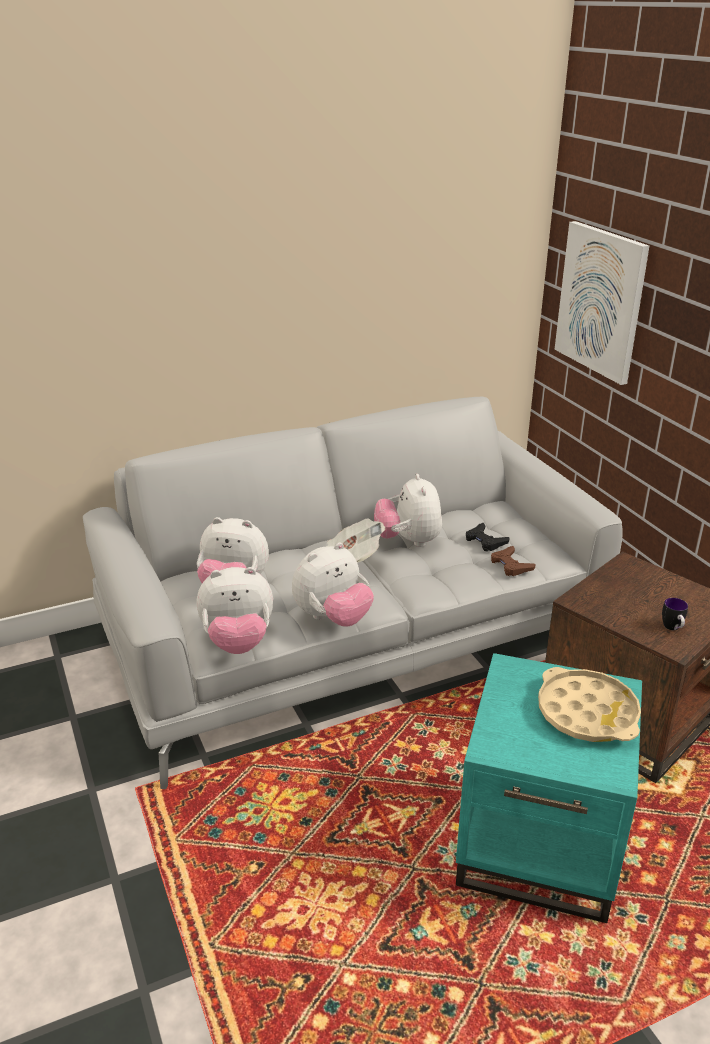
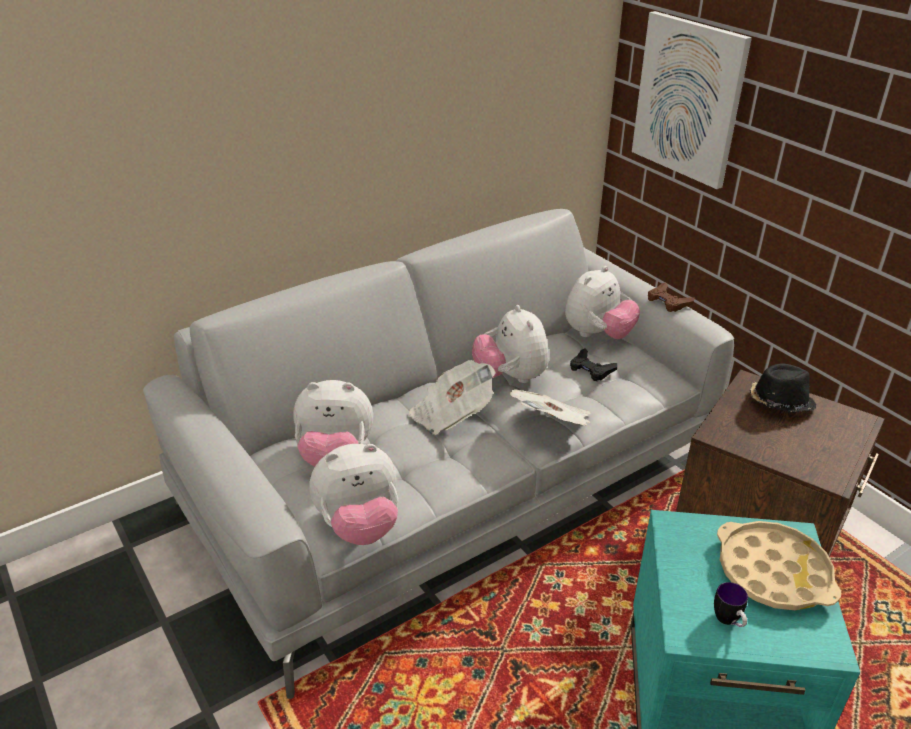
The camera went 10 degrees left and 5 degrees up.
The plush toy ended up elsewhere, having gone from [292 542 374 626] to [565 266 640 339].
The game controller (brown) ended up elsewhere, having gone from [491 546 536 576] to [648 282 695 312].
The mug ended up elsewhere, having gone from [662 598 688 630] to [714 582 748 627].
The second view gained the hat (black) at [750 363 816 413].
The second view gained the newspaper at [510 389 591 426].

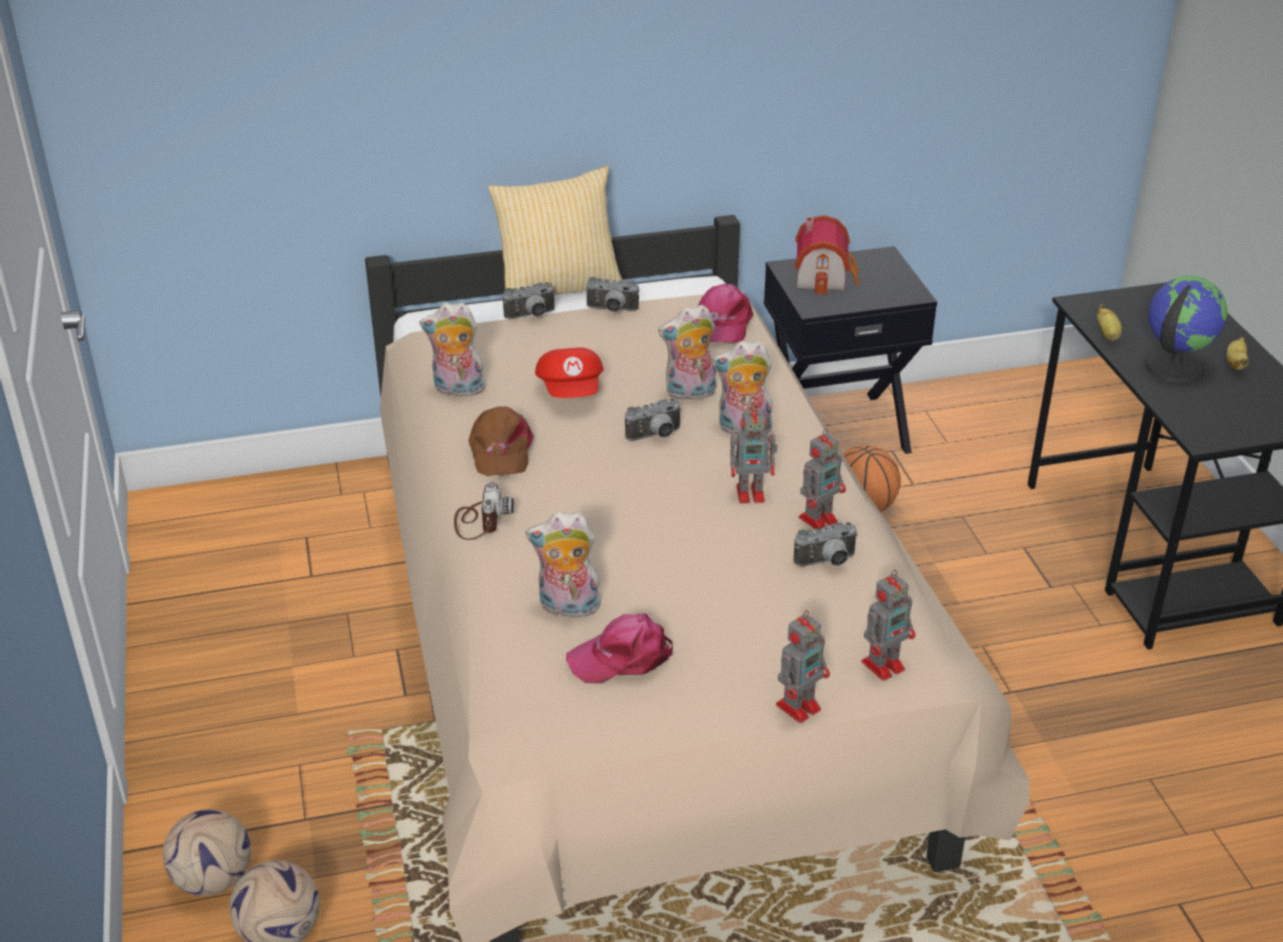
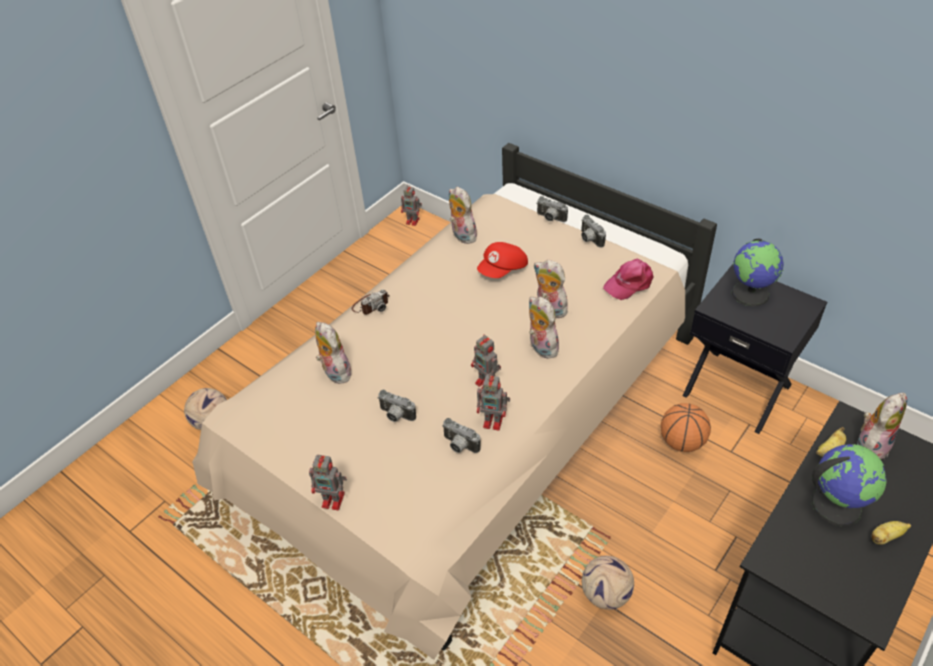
The camera went 55 degrees right and 10 degrees up.
The second view lost the pillow at [488 166 622 295].
Where the toy house stood at [795 215 859 295], the globe came to stand at [732 238 784 306].
The photo camera ended up elsewhere, having gone from [625 398 682 441] to [378 390 416 422].
The second view lost the cap (brown) at [469 406 534 476].
The toy robot ended up elsewhere, having gone from [861 570 915 681] to [401 184 422 226].
The second view lost the cap (pink) at [566 613 673 684].
The football ended up elsewhere, having gone from [163 809 251 896] to [582 556 634 610].
The second view gained the plush toy at [855 393 907 459].

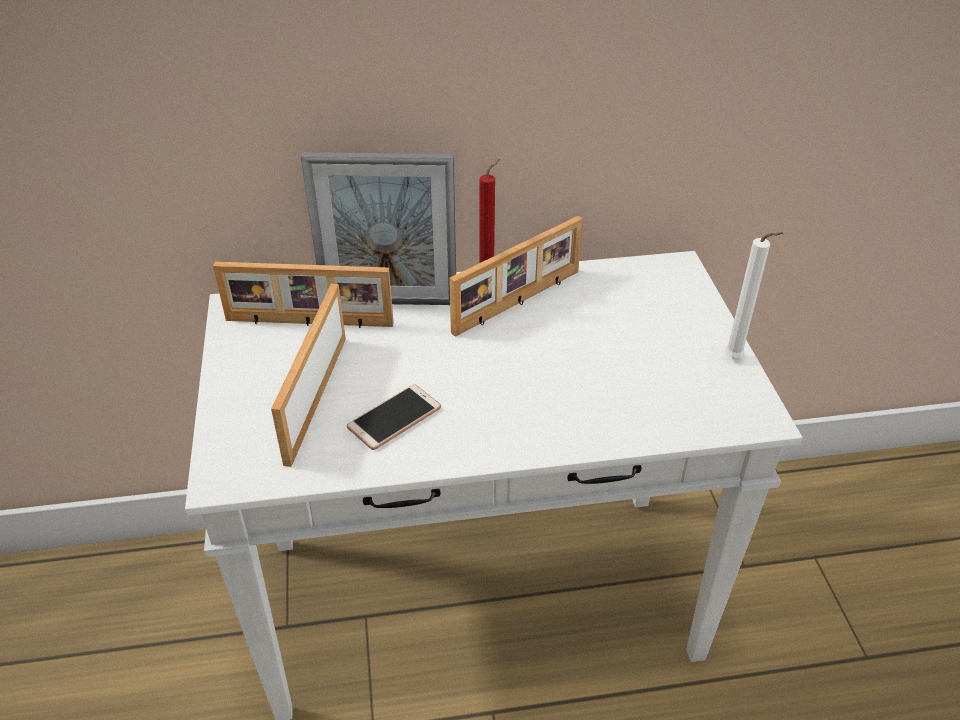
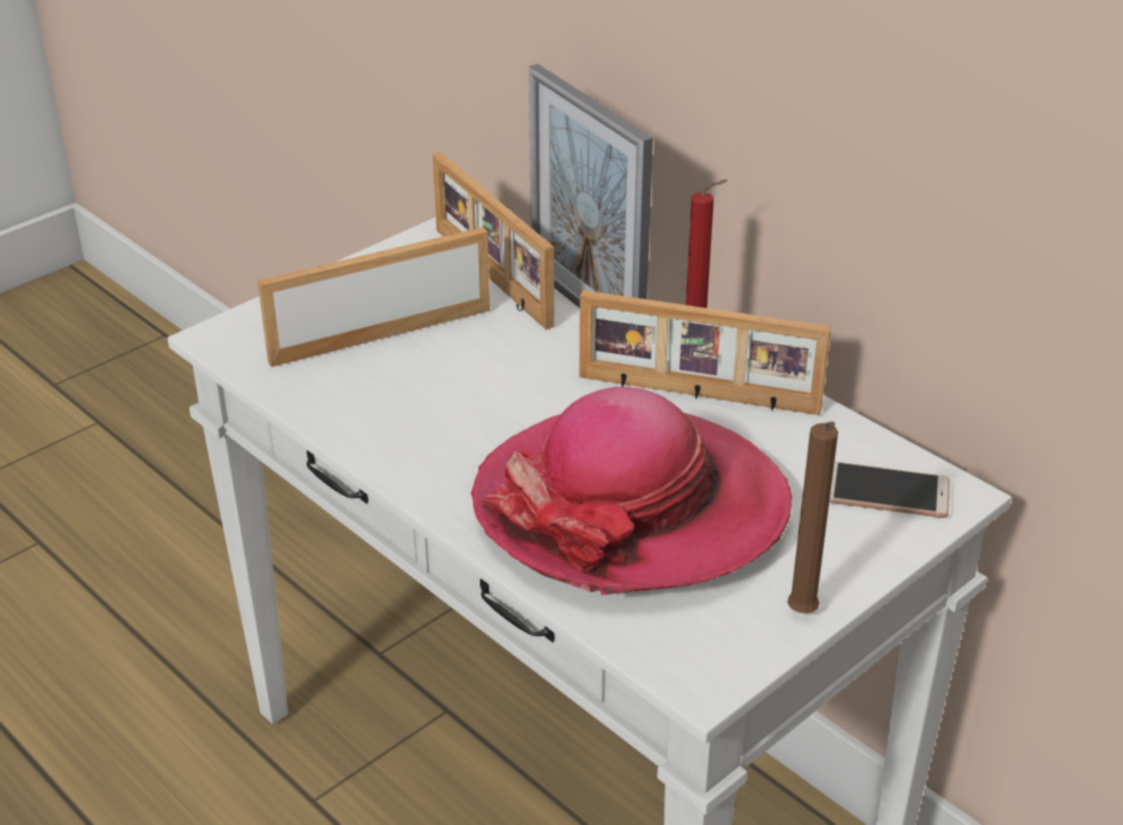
The camera went 55 degrees right and 5 degrees down.
What was the candle (white) at [725 232 783 358] turned into the candle (brown) at [787 422 838 614].
The phone ended up elsewhere, having gone from [347 384 441 450] to [829 461 950 518].
The second view gained the hat at [471 387 792 595].

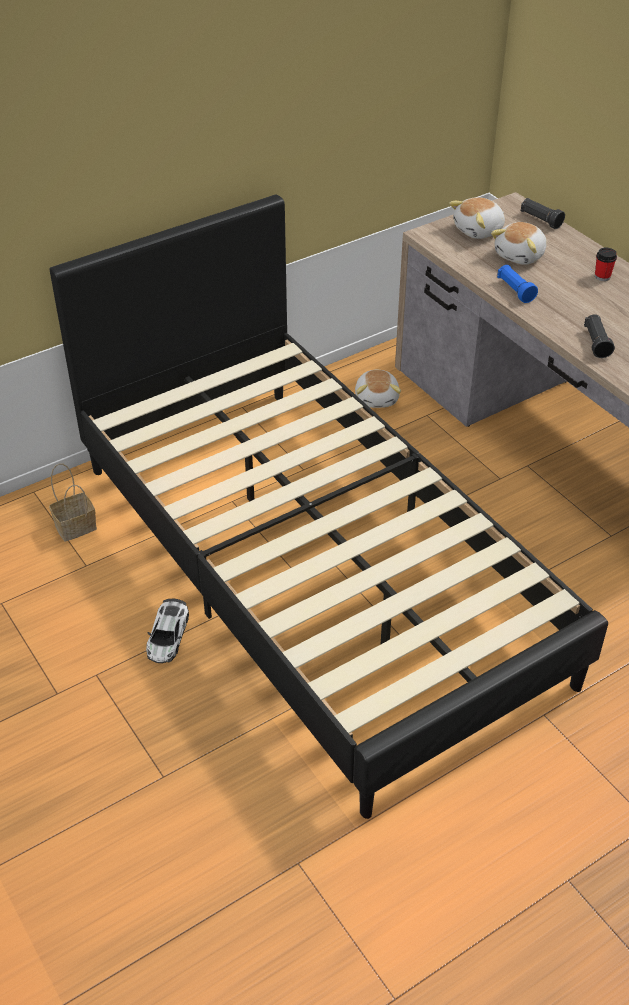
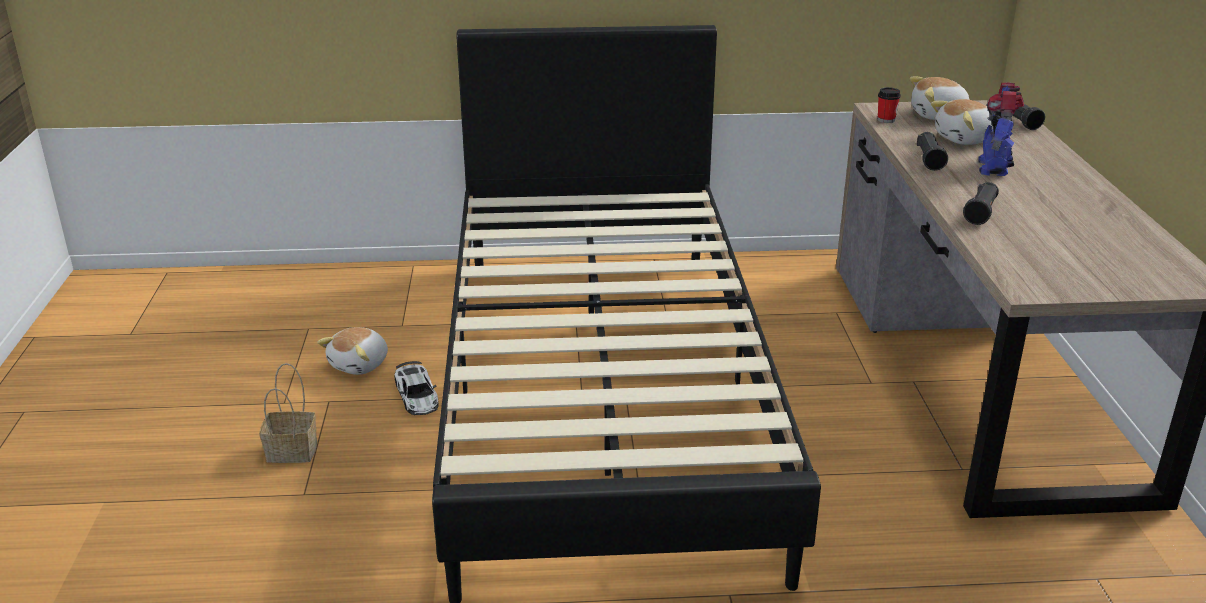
The camera went 30 degrees right and 15 degrees down.
The cup ended up elsewhere, having gone from [595 248 617 281] to [878 87 901 123].
What was the flashlight (blue) at [497 265 538 303] turned into the flashlight (black) at [917 132 948 171].
The plush toy ended up elsewhere, having gone from [355 370 401 408] to [317 327 388 375].
The basket ended up elsewhere, having gone from [49 463 97 541] to [259 363 317 463].
The toy car at [146 599 189 663] ended up facing another way, 60 degrees counterclockwise from before.
The second view gained the toy robot at [978 83 1024 176].

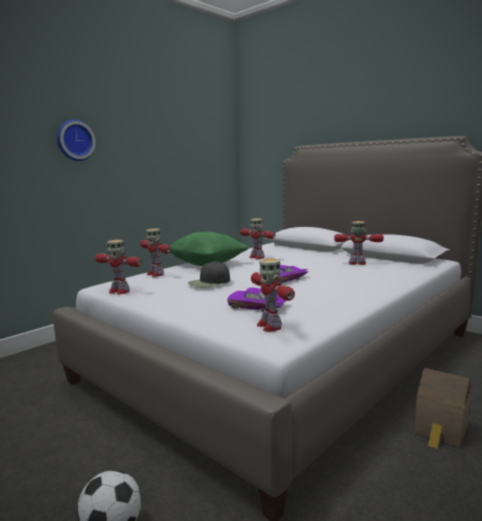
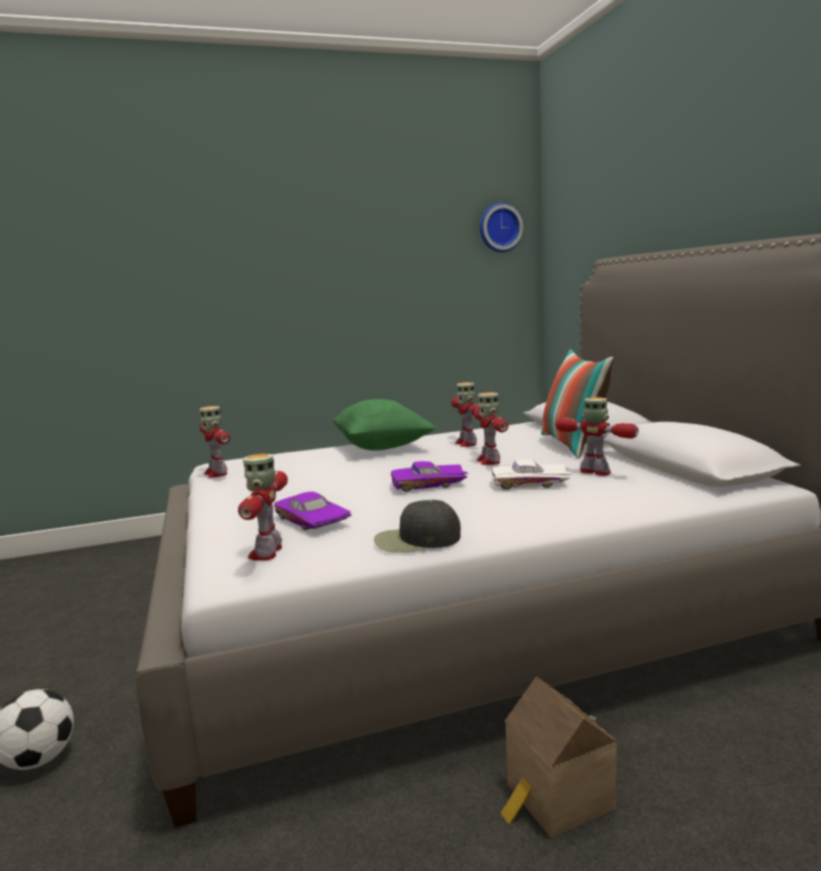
The camera went 30 degrees right and 0 degrees up.
The wall clock ended up elsewhere, having gone from [57 119 96 161] to [480 203 523 252].
The toy robot ended up elsewhere, having gone from [140 228 171 277] to [474 392 508 465].
The cap (black) ended up elsewhere, having gone from [188 261 230 287] to [374 500 461 553].
The second view gained the pillow at [541 349 614 458].
The second view gained the toy car (white) at [492 459 571 490].

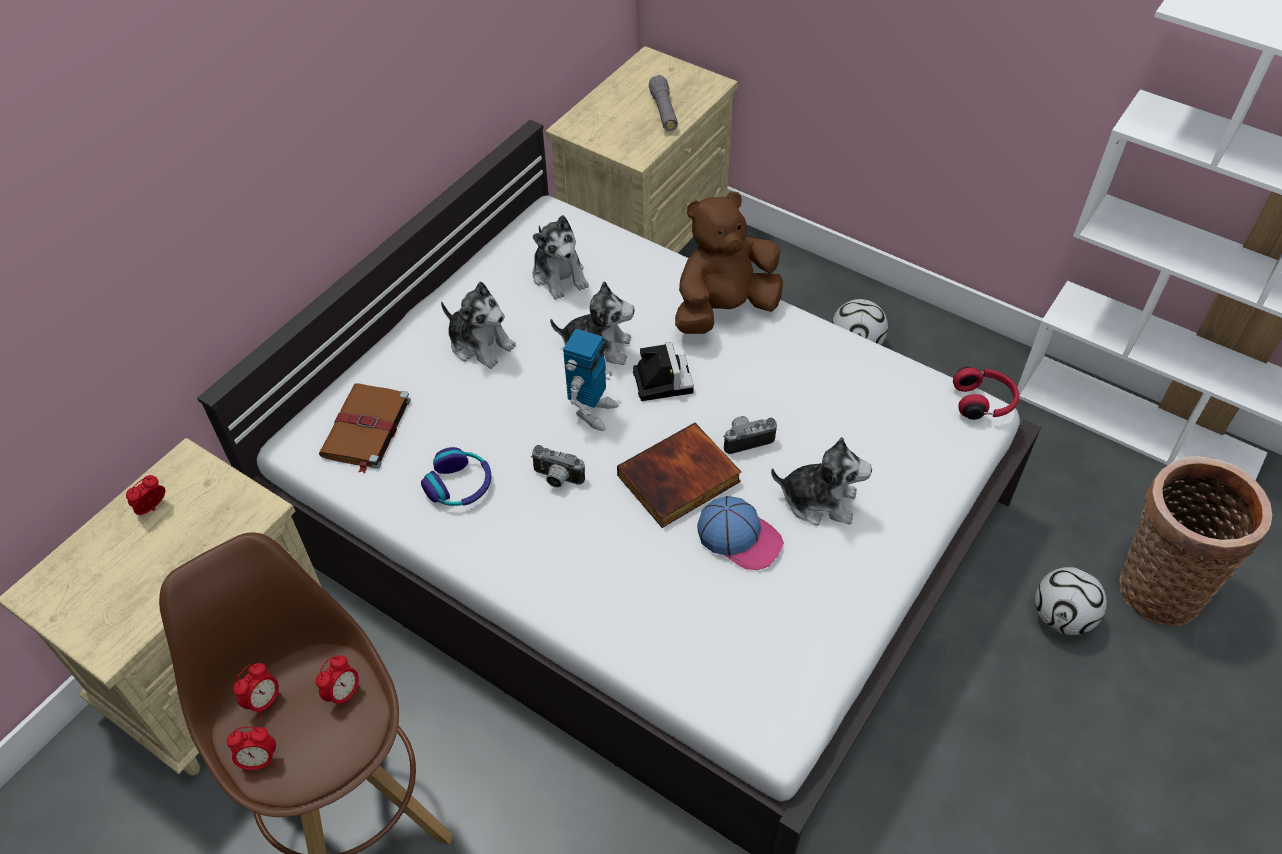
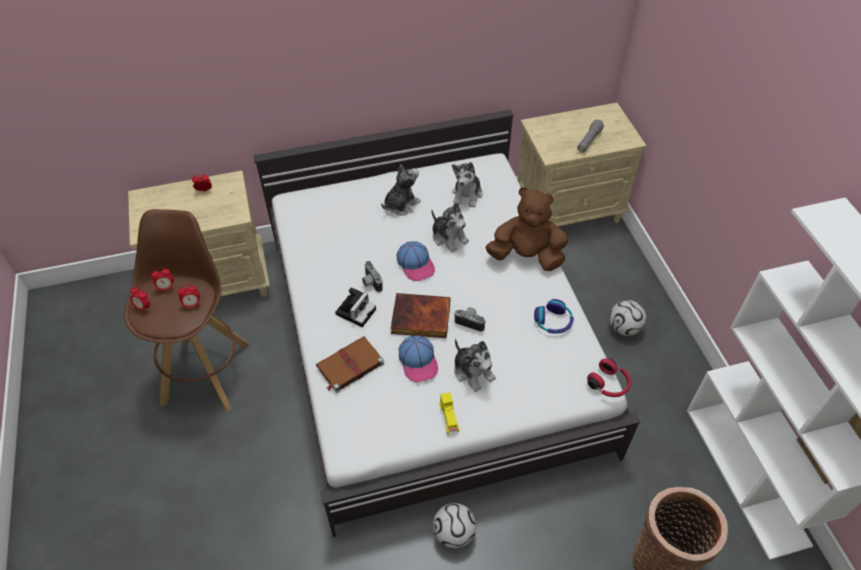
The camera went 40 degrees right and 0 degrees up.
The plush toy at [441 282 516 369] ended up facing another way, 120 degrees counterclockwise from before.
Where the toy robot stood at [563 329 619 431], the cap came to stand at [397 241 435 281].
The photo camera ended up elsewhere, having gone from [633 342 694 401] to [335 287 376 327].
The book (brown) ended up elsewhere, having gone from [319 383 411 474] to [316 336 384 393].
The headphones ended up elsewhere, having gone from [421 447 492 506] to [534 299 574 334].
The football ended up elsewhere, having gone from [1035 567 1107 635] to [433 503 476 549].
The second view gained the toy car (yellow) at [440 392 459 435].

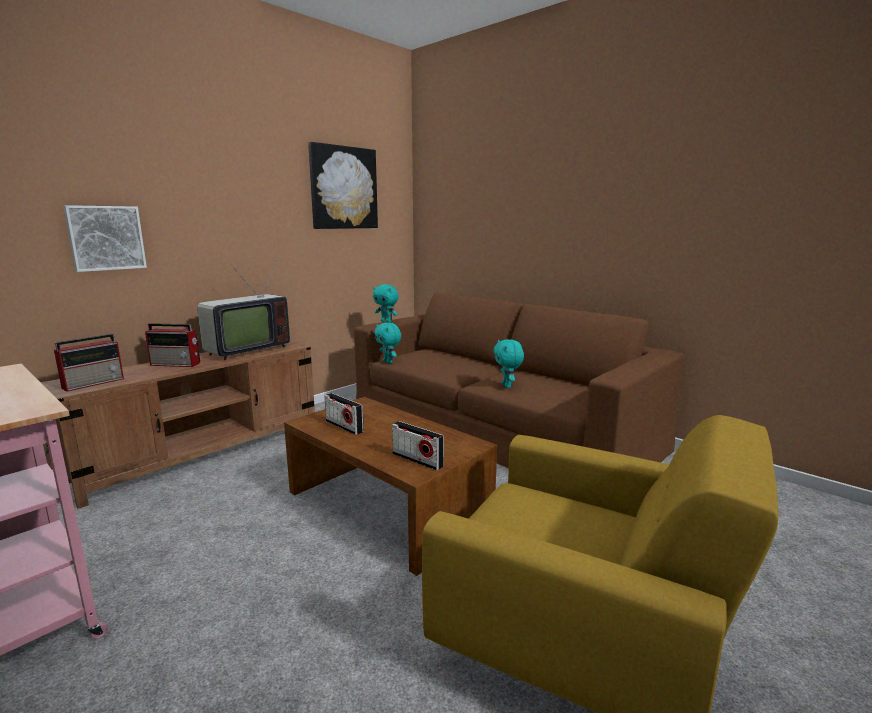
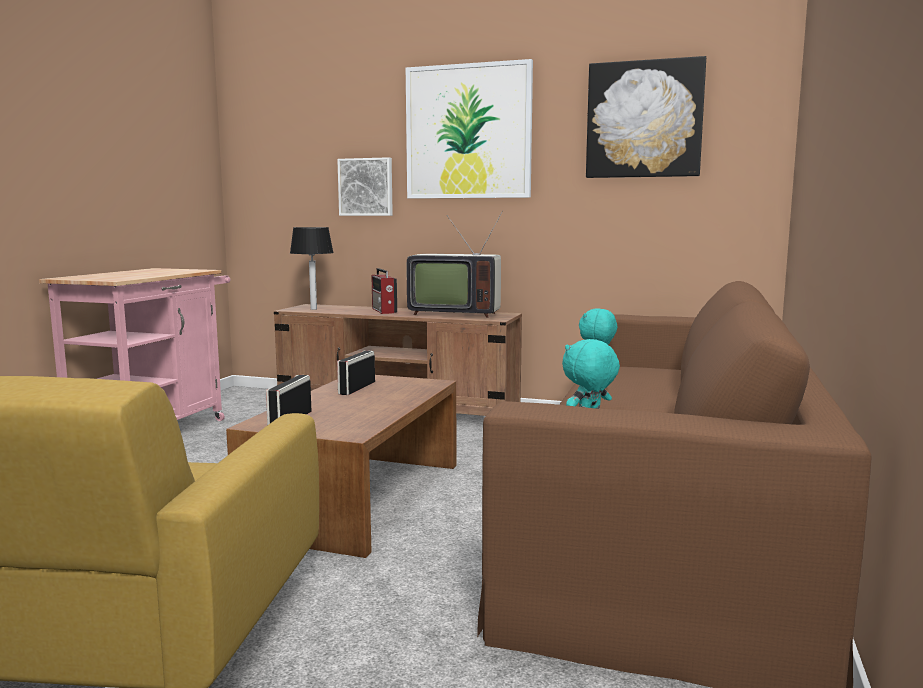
The camera went 65 degrees right and 5 degrees down.
The second view lost the plush toy (turquoise) at [373 284 399 323].
Where the radio stood at [54 334 124 392], the table lamp came to stand at [290 227 334 310].
The second view gained the picture at [406 59 533 199].

